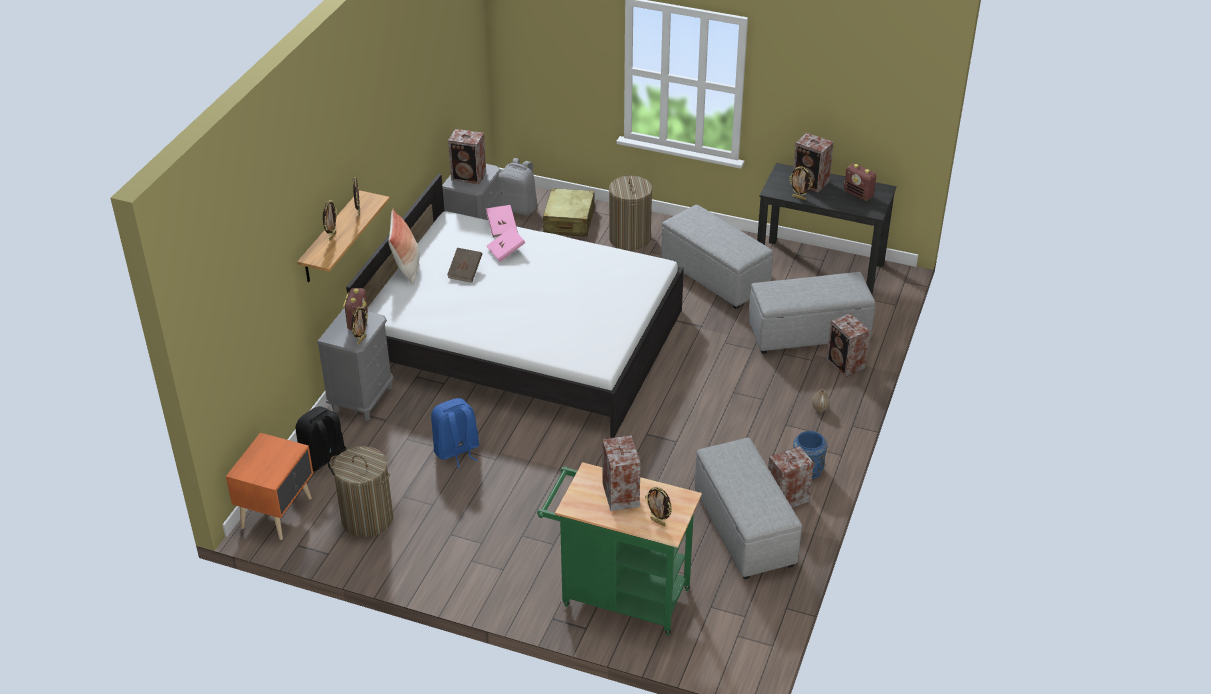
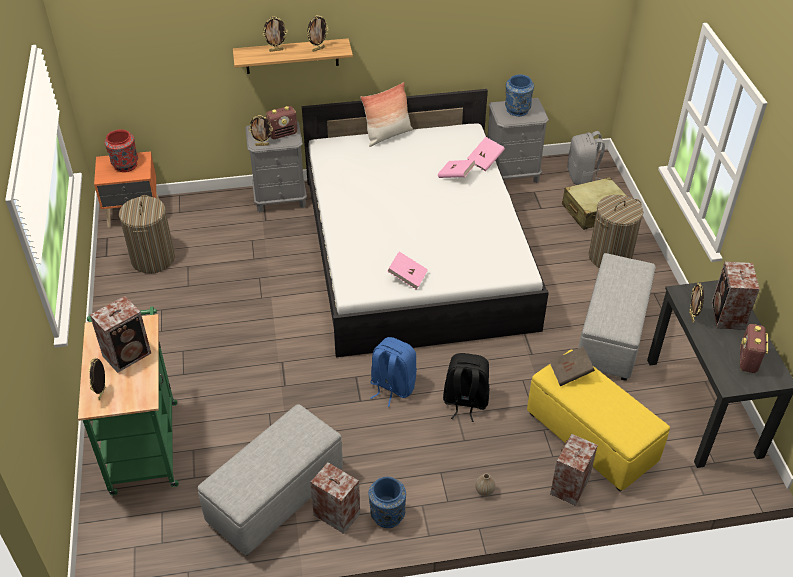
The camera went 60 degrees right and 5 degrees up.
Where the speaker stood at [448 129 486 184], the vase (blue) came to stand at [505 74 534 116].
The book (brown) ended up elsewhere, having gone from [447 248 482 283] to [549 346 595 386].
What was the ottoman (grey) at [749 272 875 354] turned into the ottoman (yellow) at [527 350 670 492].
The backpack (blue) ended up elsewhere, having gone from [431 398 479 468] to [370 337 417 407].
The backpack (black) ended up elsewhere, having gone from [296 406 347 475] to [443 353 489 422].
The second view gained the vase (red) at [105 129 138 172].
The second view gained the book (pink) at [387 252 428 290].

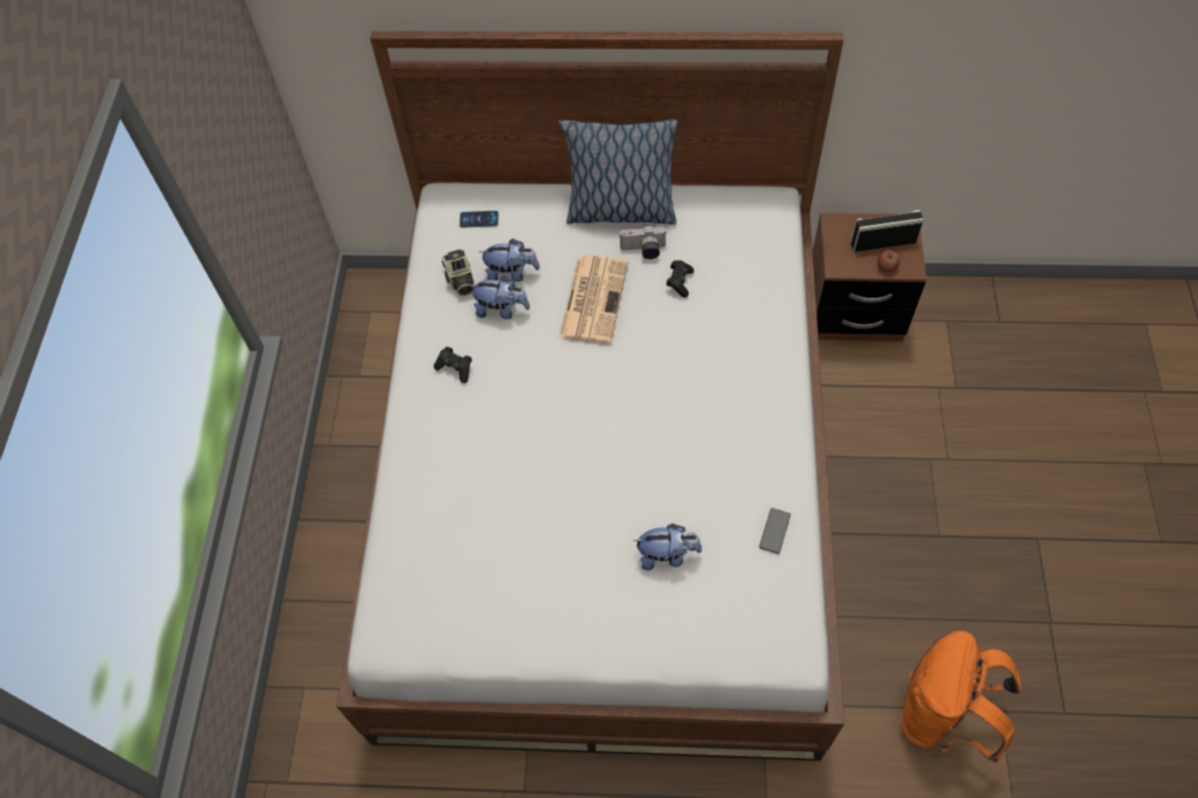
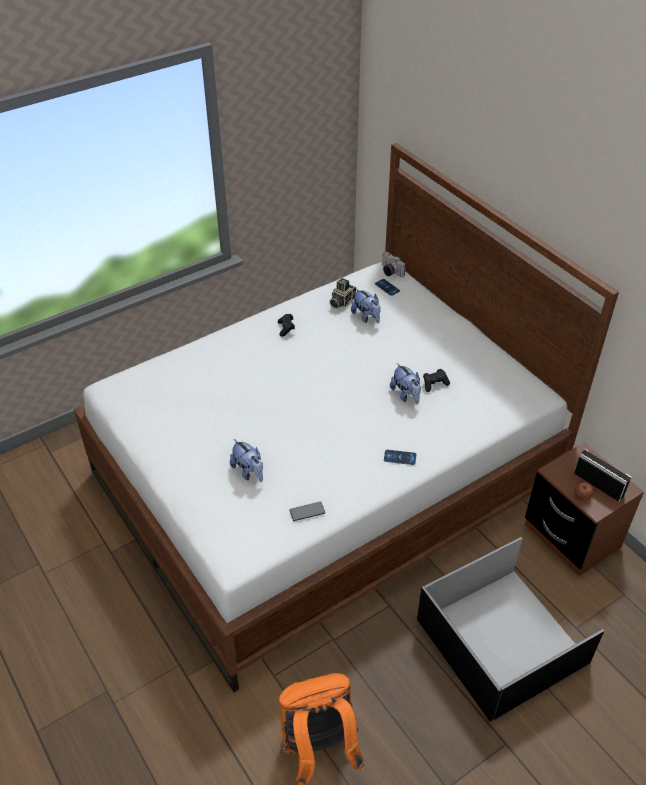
The camera went 50 degrees right and 15 degrees down.
The second view lost the pillow at [559 119 678 225].
The photo camera ended up elsewhere, having gone from [619 225 667 259] to [382 252 406 277].
The second view lost the newspaper at [559 255 628 344].
The plush toy ended up elsewhere, having gone from [468 276 530 319] to [390 363 421 405].
The second view gained the phone at [384 450 416 465].
The second view gained the storage box (black) at [417 537 604 722].

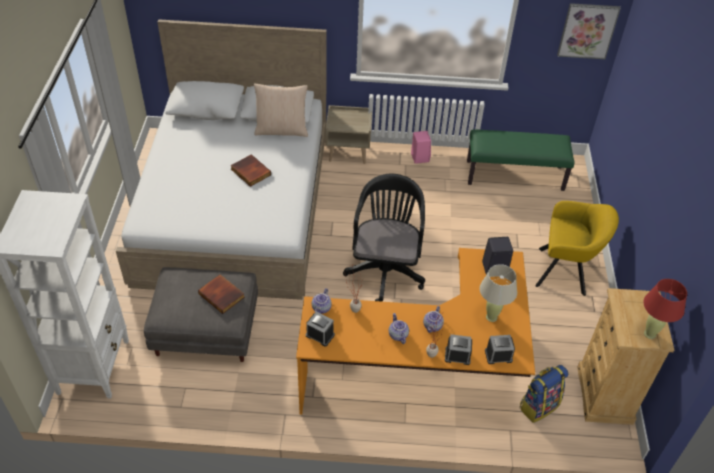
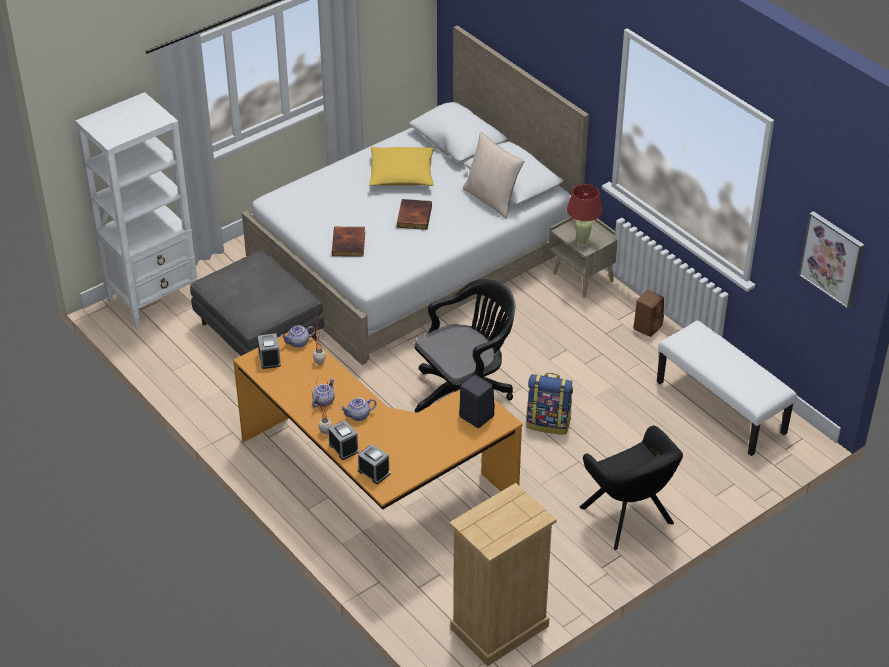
The camera went 50 degrees right and 5 degrees down.
What was the bench (green) at [467 130 575 191] turned into the bench (white) at [657 320 797 456].
What was the speaker (pink) at [411 131 431 164] turned into the speaker (brown) at [633 290 664 337].
What was the armchair (yellow) at [535 201 619 296] turned into the armchair (black) at [580 426 683 550].
The second view lost the table lamp (beige) at [480 264 517 322].
The book ended up elsewhere, having gone from [198 274 245 314] to [332 227 365 257].
The table lamp (red) ended up elsewhere, having gone from [644 279 687 339] to [567 184 603 246].
The backpack ended up elsewhere, having gone from [520 365 568 423] to [527 373 573 435].
The second view gained the pillow (yellow) at [369 147 434 186].

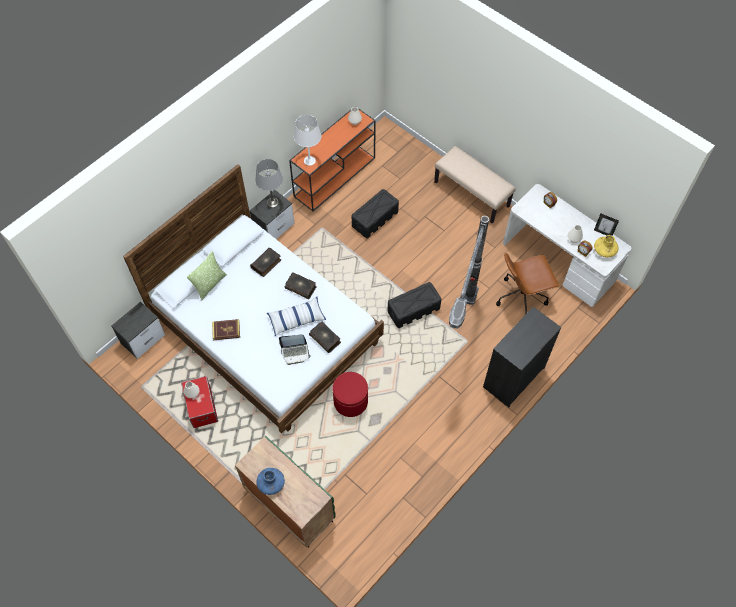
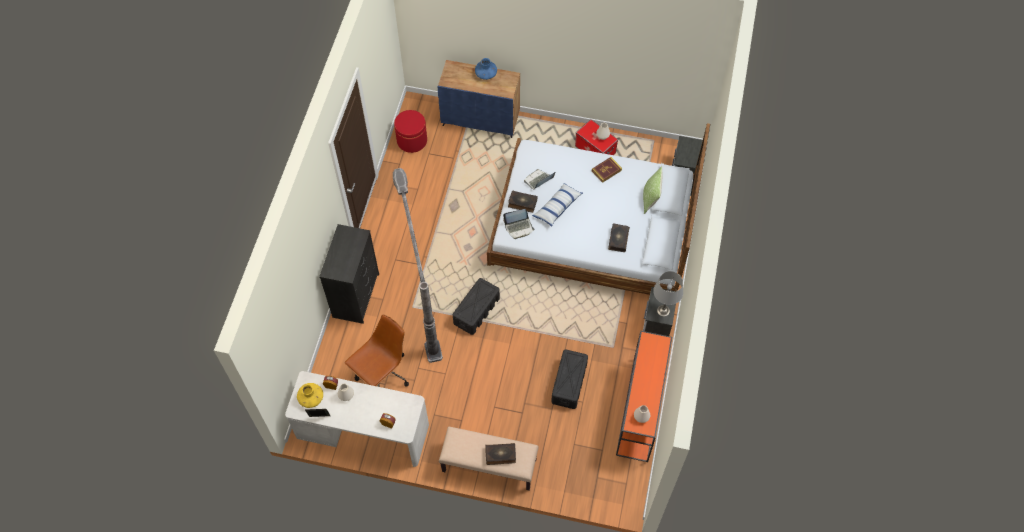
The camera went 150 degrees right and 0 degrees up.
The second view lost the table lamp (white) at [294 115 321 166].
The book ended up elsewhere, having gone from [285 272 317 299] to [485 443 516 465].
The ottoman (red) ended up elsewhere, having gone from [332 372 368 417] to [394 110 427 153].
What was the cabinet (green) at [235 436 336 548] turned into the cabinet (blue) at [438 60 520 138].
The second view gained the laptop at [503 209 535 239].

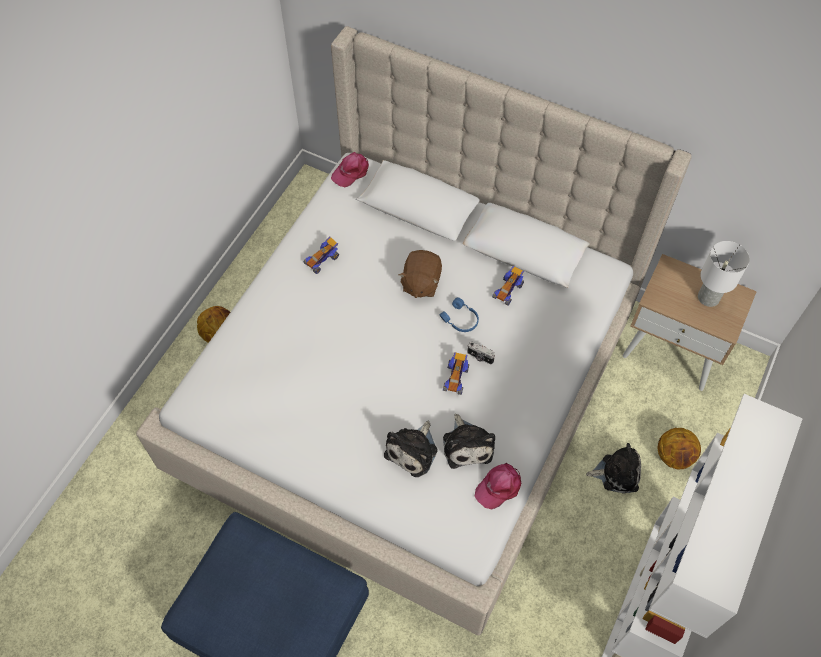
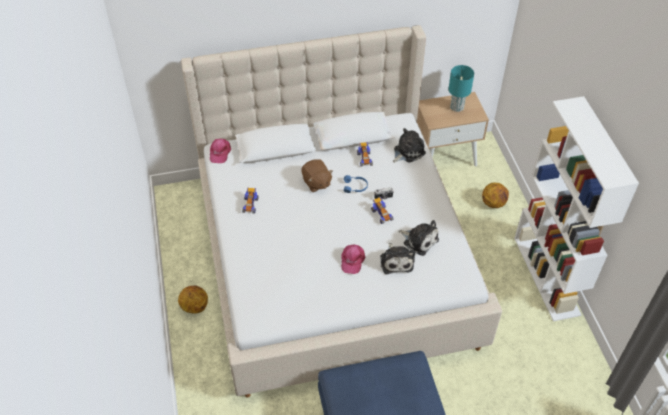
The camera went 40 degrees left and 10 degrees down.
What was the table lamp (white) at [698 241 749 307] turned into the table lamp (turquoise) at [448 65 474 112].
The plush toy ended up elsewhere, having gone from [586 443 641 494] to [393 128 426 163].
The cap (pink) ended up elsewhere, having gone from [475 463 521 509] to [341 245 365 274].

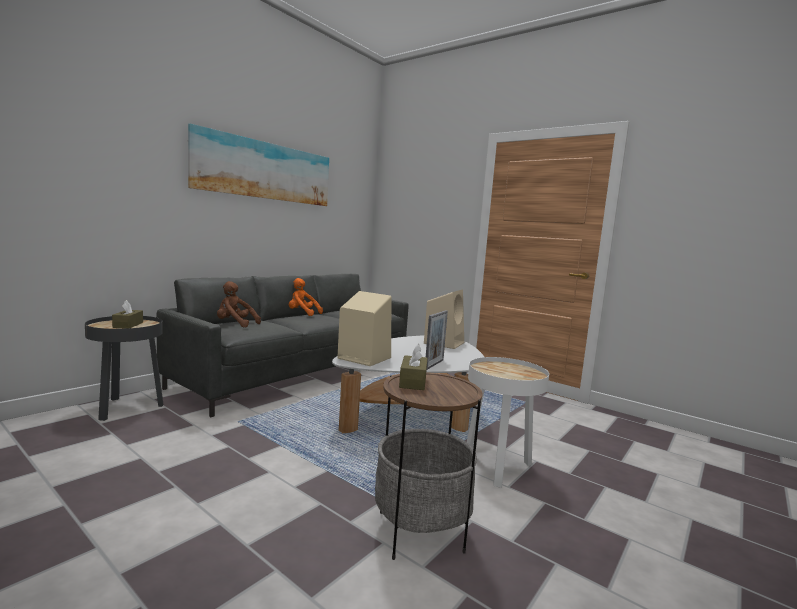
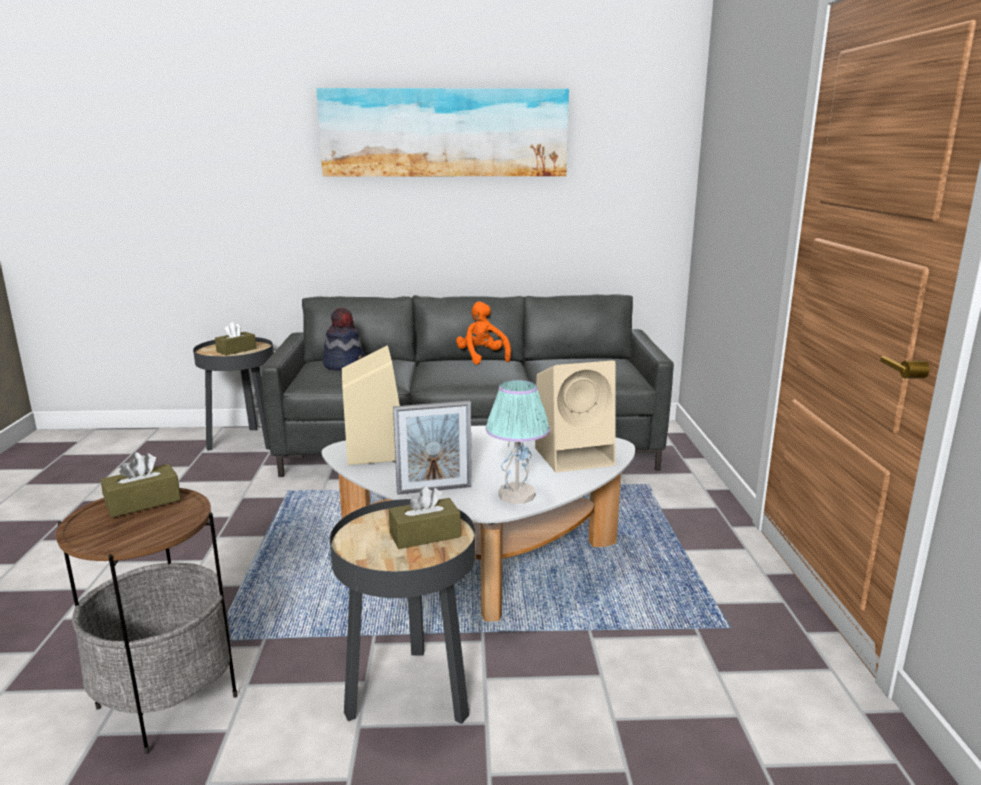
The camera went 50 degrees right and 10 degrees up.
Where the plush toy (brown) stood at [217 281 261 328], the hat came to stand at [323 308 365 370].
What was the side table (white) at [467 357 549 488] turned into the side table (black) at [330 499 476 724].
The second view gained the table lamp at [485 380 550 504].
The second view gained the tissue box (brown) at [389 486 461 549].

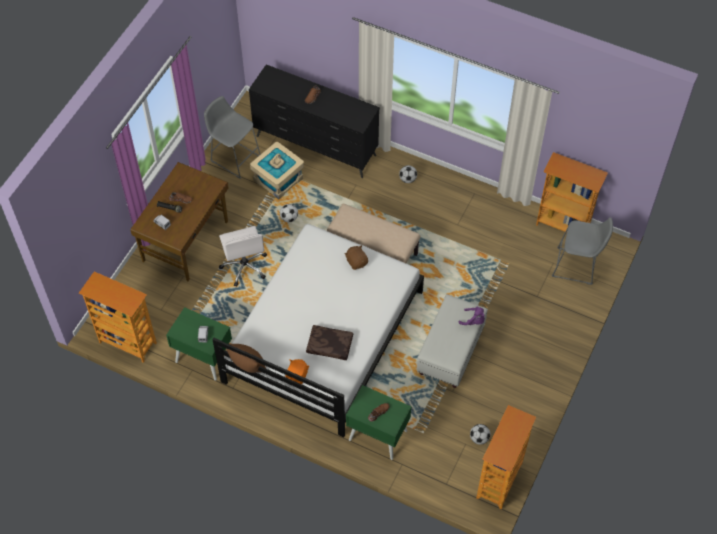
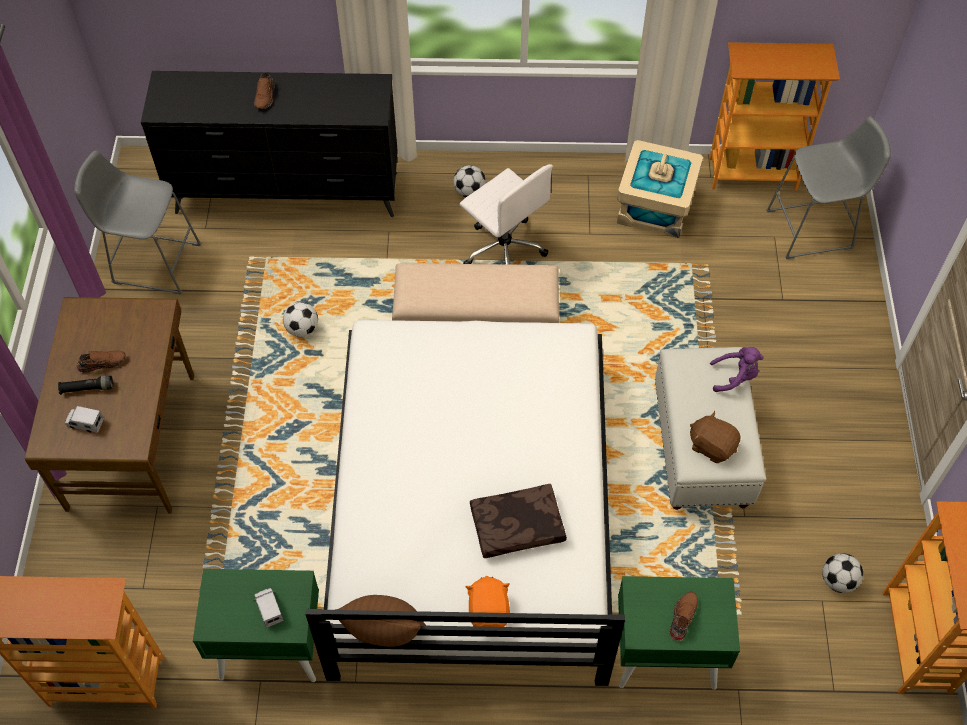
The camera went 25 degrees left and 0 degrees up.
The storage box (beige) ended up elsewhere, having gone from [250 142 304 200] to [617 140 703 238].
The office chair (white) ended up elsewhere, having gone from [219 226 267 286] to [459 164 553 265].
The plush toy (brown) ended up elsewhere, having gone from [345 245 368 270] to [690 411 740 463].

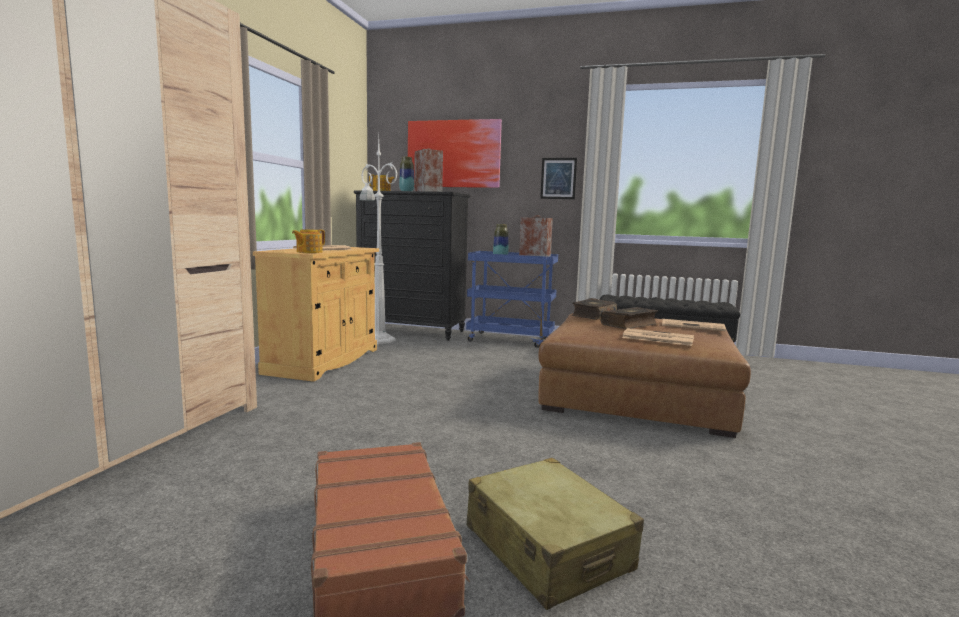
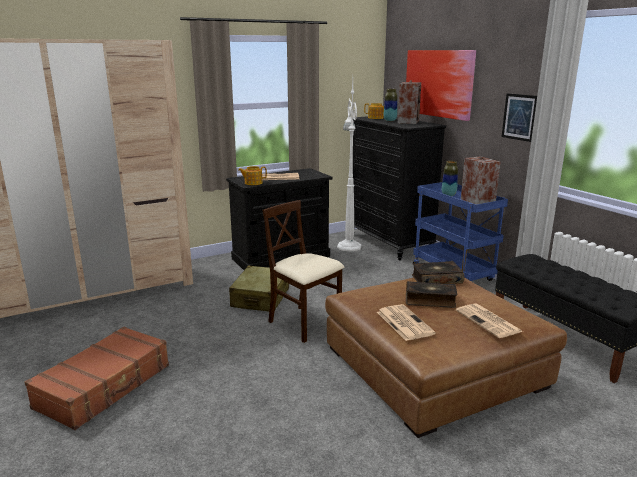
The camera went 45 degrees right and 10 degrees up.
What was the cabinet (beige) at [253 247 379 381] turned into the cabinet (black) at [226 168 333 270].
The suitcase (beige) ended up elsewhere, having gone from [467 458 644 610] to [229 266 289 312].
The second view gained the chair (beige) at [262 200 344 343].

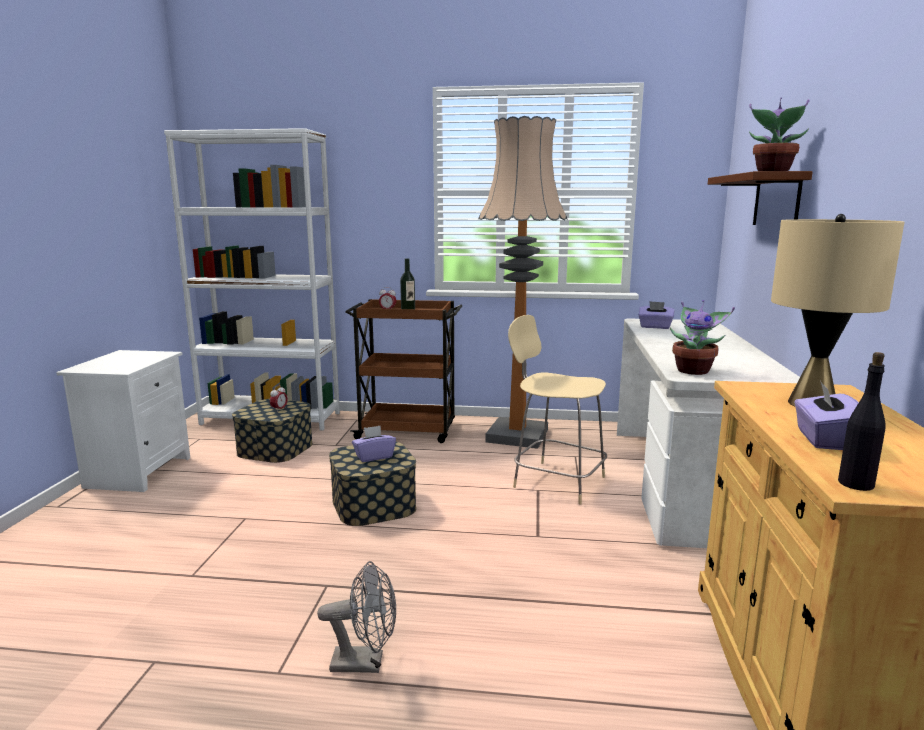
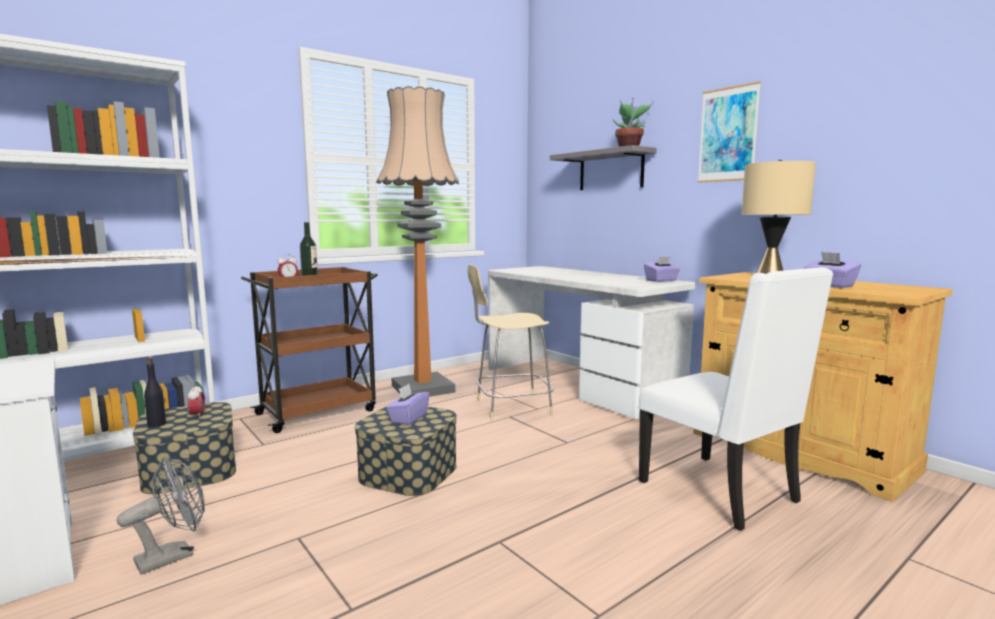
The camera went 45 degrees left and 5 degrees down.
What was the shelf (brown) at [708 171 813 225] turned into the shelf (grey) at [550 145 657 190].
The second view lost the potted plant at [670 300 735 375].
The tissue box (purple) ended up elsewhere, having gone from [639 301 674 329] to [644 256 680 282].
The bottle (black) ended up elsewhere, having gone from [838 352 886 491] to [144 358 166 427].
The fan (grey) ended up elsewhere, having gone from [317 561 396 673] to [117 457 205 575].
The second view gained the picture at [697 81 761 183].
The second view gained the chair (white) at [639 267 833 531].

